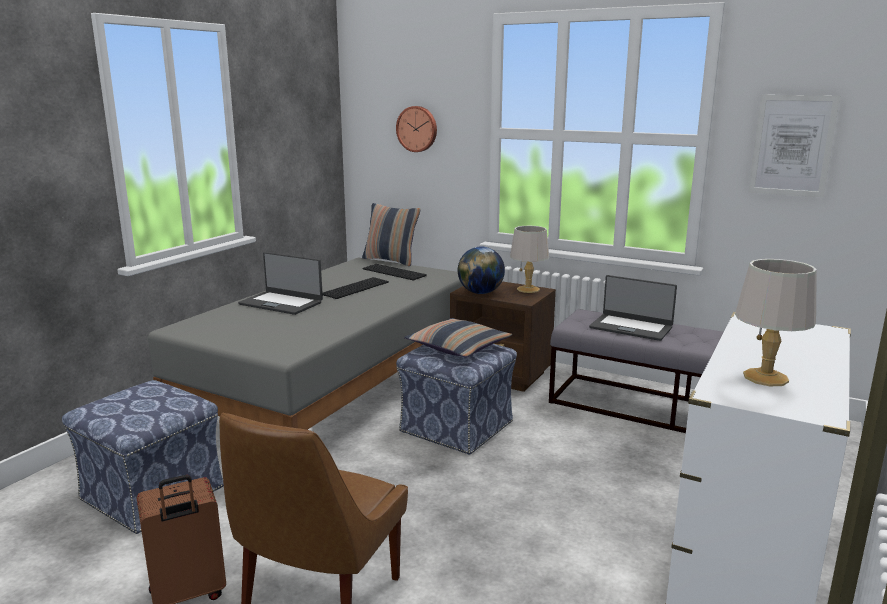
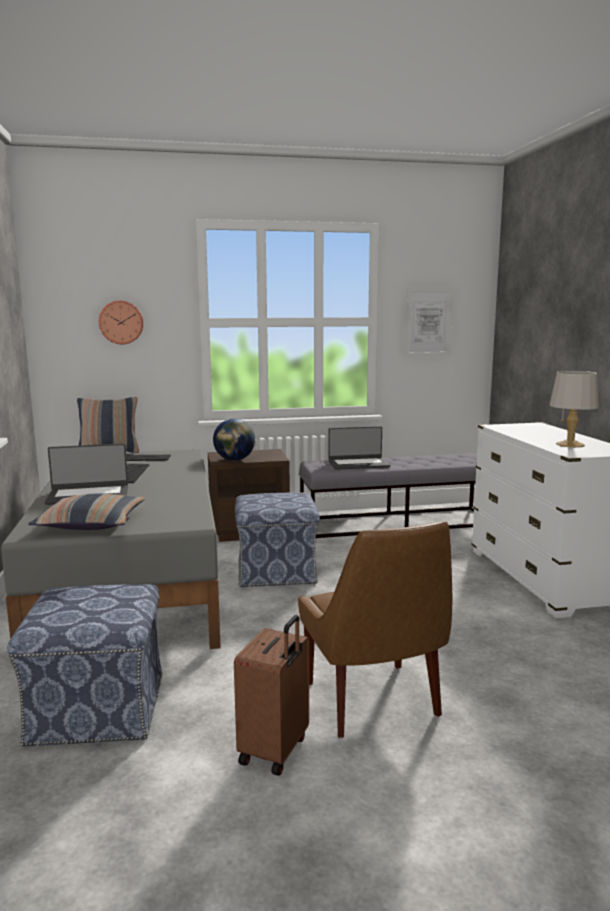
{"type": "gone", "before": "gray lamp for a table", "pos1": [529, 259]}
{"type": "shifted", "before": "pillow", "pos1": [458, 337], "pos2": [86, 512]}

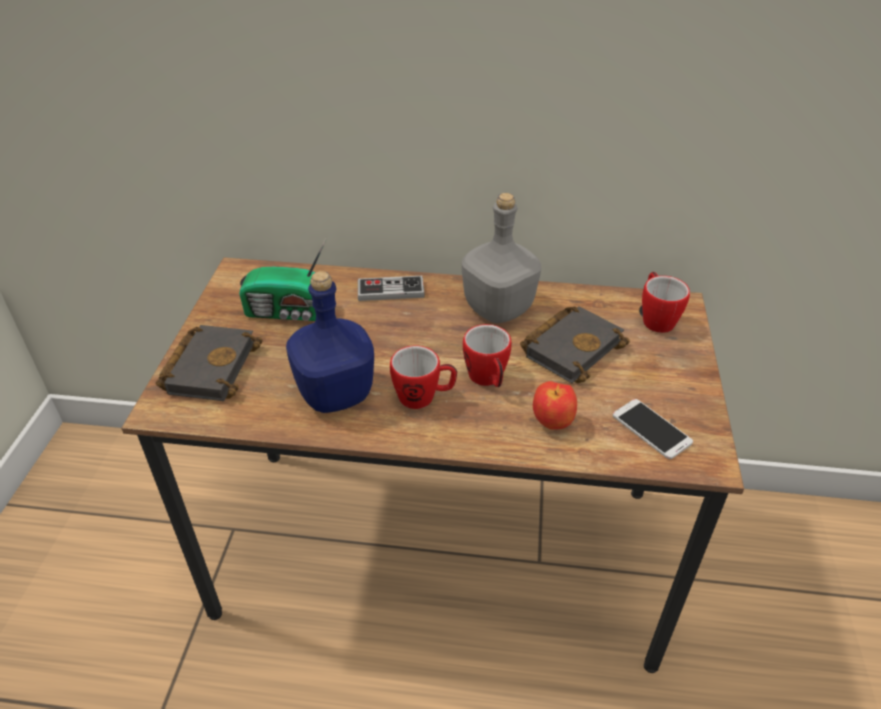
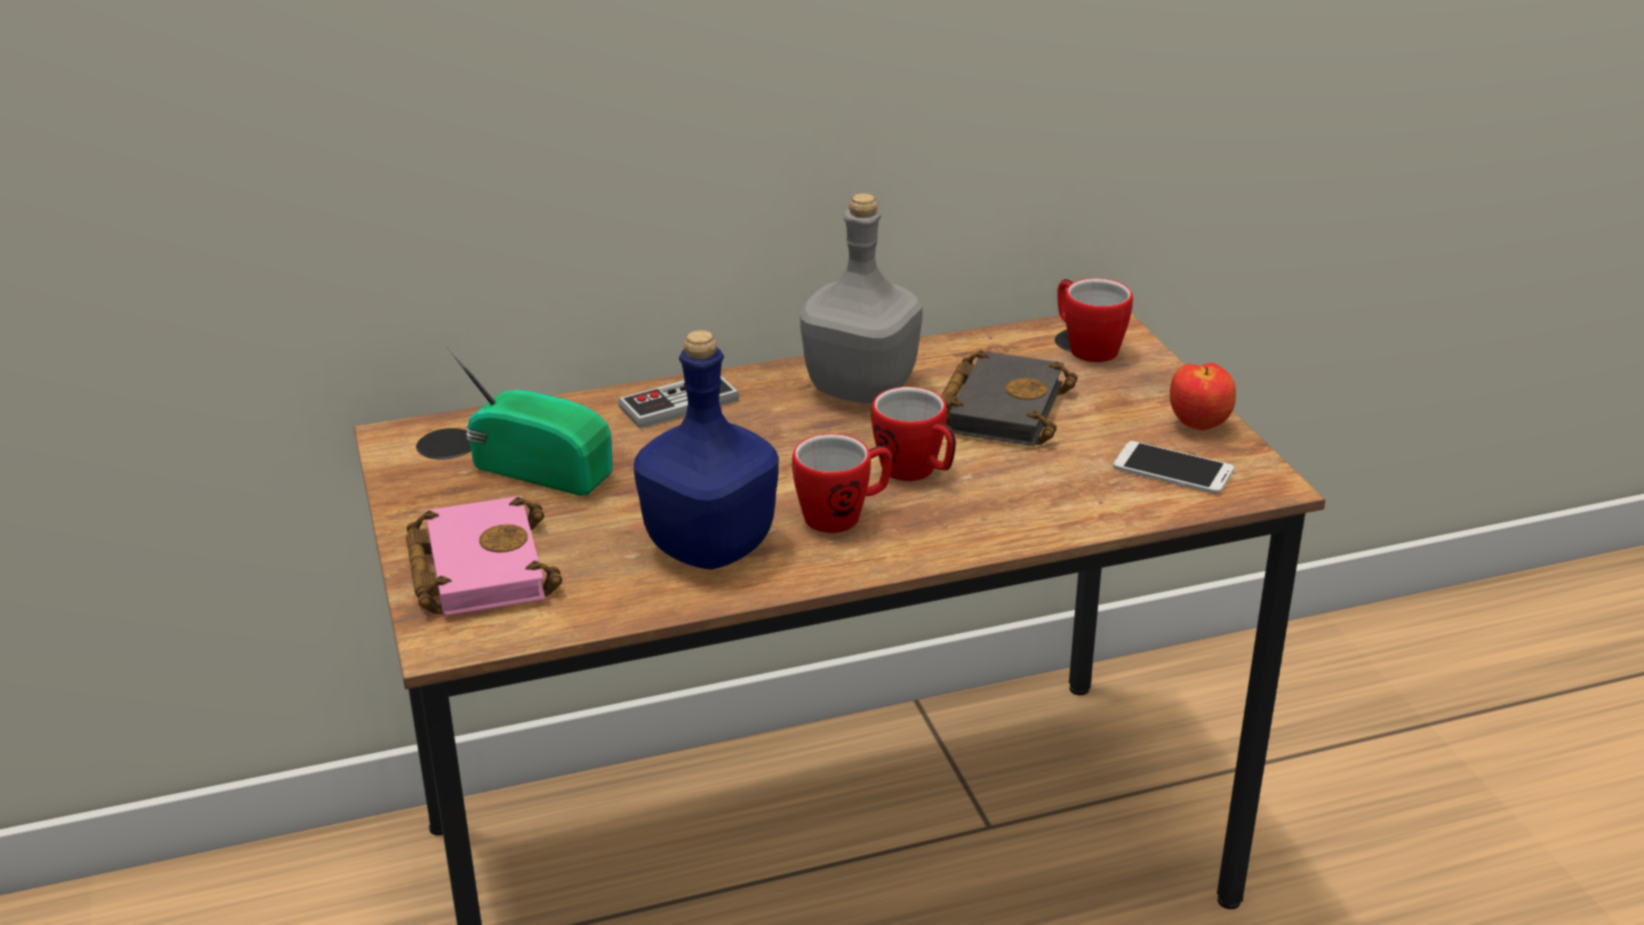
{"type": "rotated", "before": "radio", "pos1": [283, 279], "pos2": [530, 421], "turn": -135}
{"type": "repainted", "before": "black-coloured book", "after": "pink-coloured book", "pos1": [209, 363], "pos2": [484, 556]}
{"type": "shifted", "before": "whole apple", "pos1": [555, 405], "pos2": [1203, 396]}

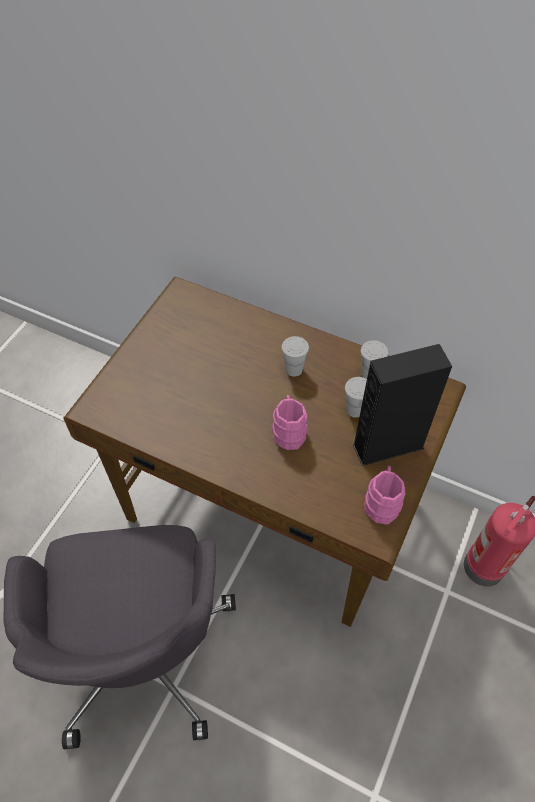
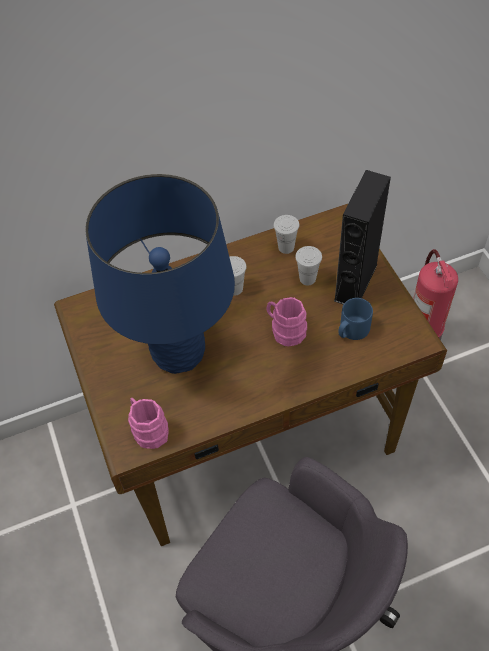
{"type": "shifted", "before": "pink-coloured mug", "pos1": [384, 495], "pos2": [148, 423]}
{"type": "new", "after": "bluish lamp for a table", "pos2": [160, 274]}
{"type": "new", "after": "bluish mug", "pos2": [355, 319]}

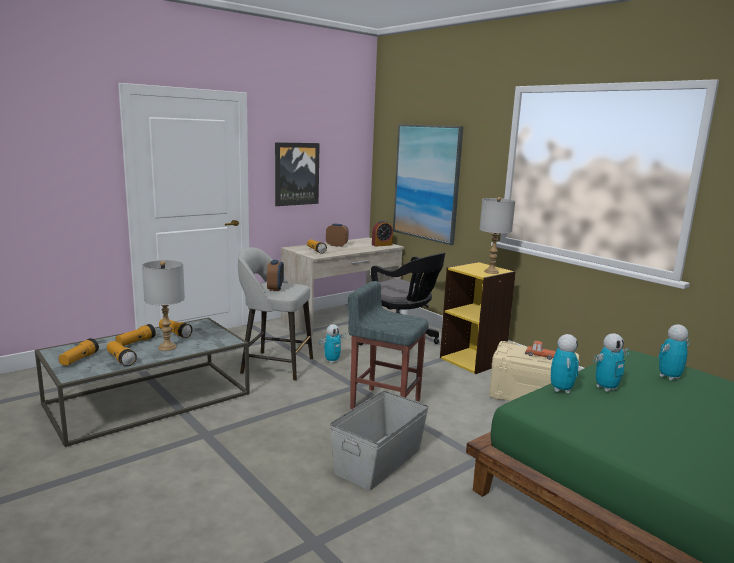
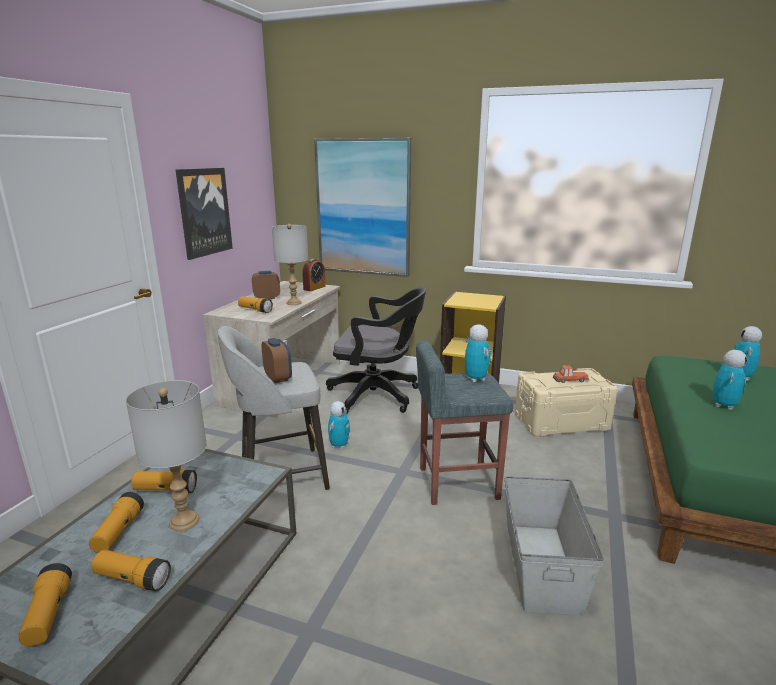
{"type": "shifted", "before": "gray lamp for a table", "pos1": [497, 235], "pos2": [290, 264]}
{"type": "shifted", "before": "model robot", "pos1": [565, 363], "pos2": [478, 353]}

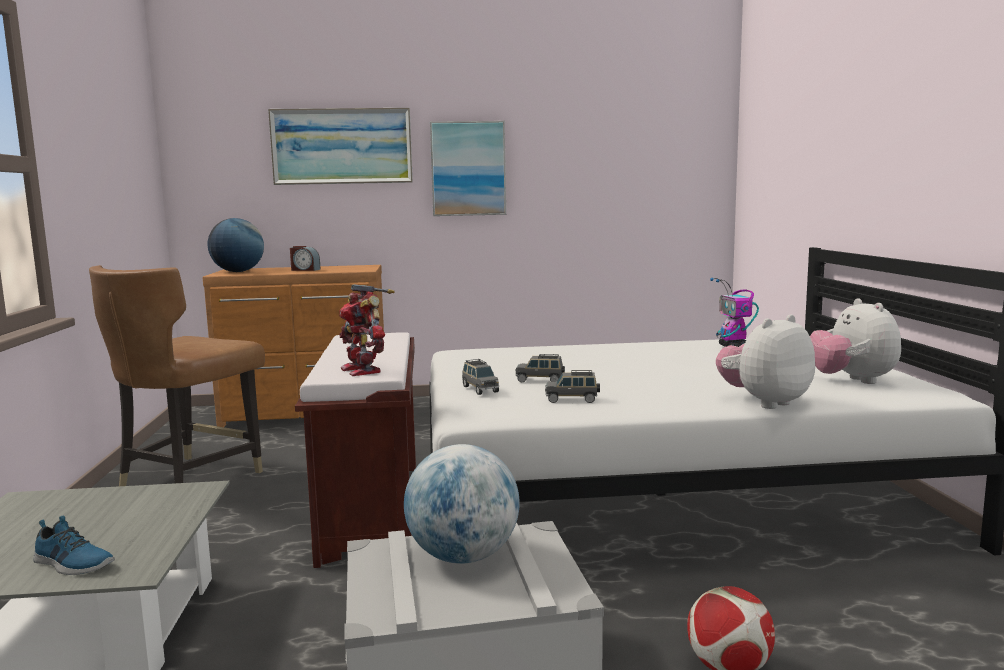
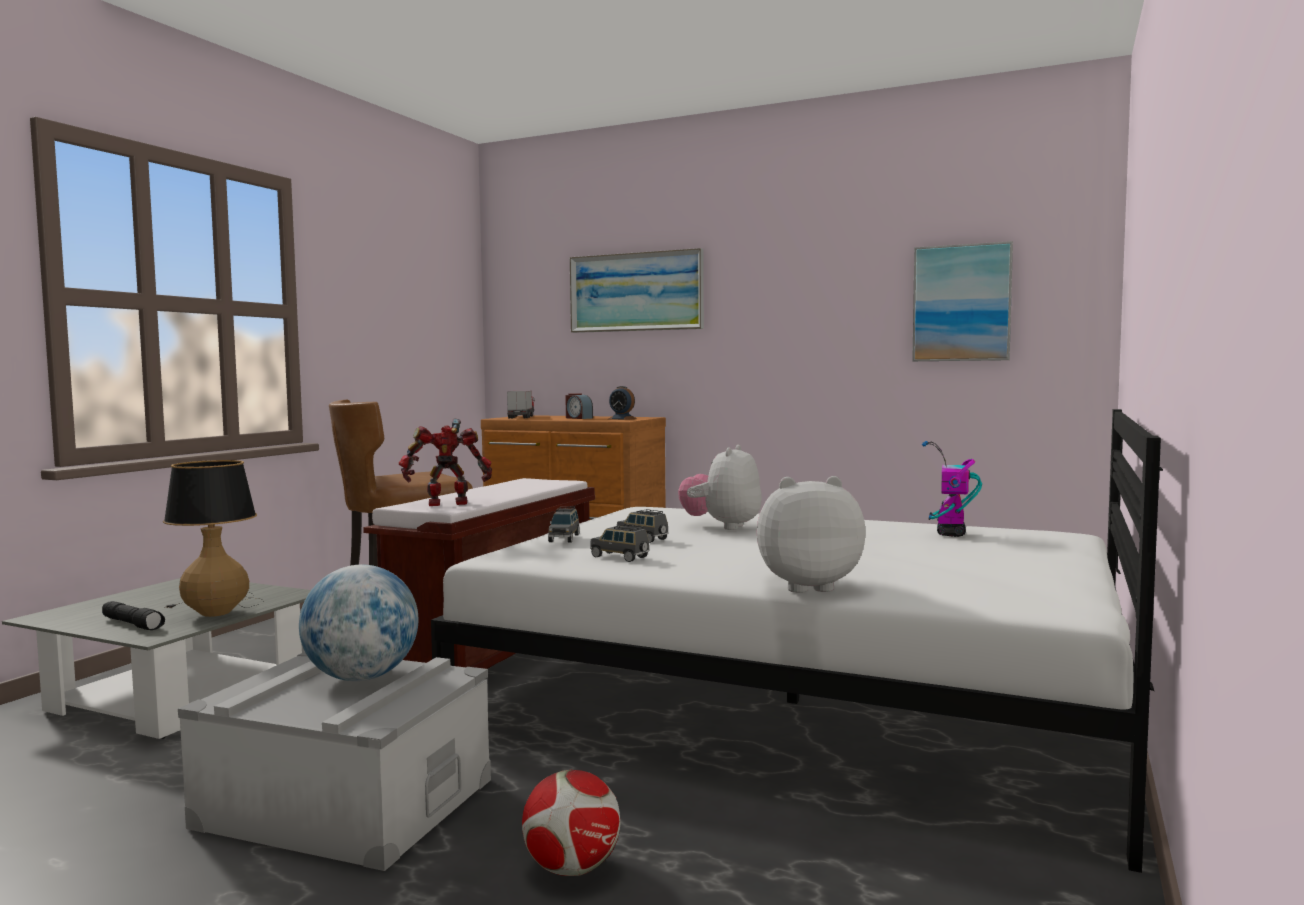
{"type": "shifted", "before": "wall art", "pos1": [468, 168], "pos2": [962, 301]}
{"type": "swapped", "before": "globe", "after": "model truck", "pos1": [236, 245], "pos2": [521, 404]}
{"type": "rotated", "before": "model robot", "pos1": [367, 330], "pos2": [445, 462], "turn": 75}
{"type": "shifted", "before": "cuddly toy", "pos1": [855, 341], "pos2": [720, 487]}
{"type": "swapped", "before": "low shoe", "after": "black-coloured flashlight", "pos1": [74, 545], "pos2": [133, 615]}
{"type": "new", "after": "alarm clock", "pos2": [623, 403]}
{"type": "new", "after": "lamp for a table", "pos2": [213, 538]}

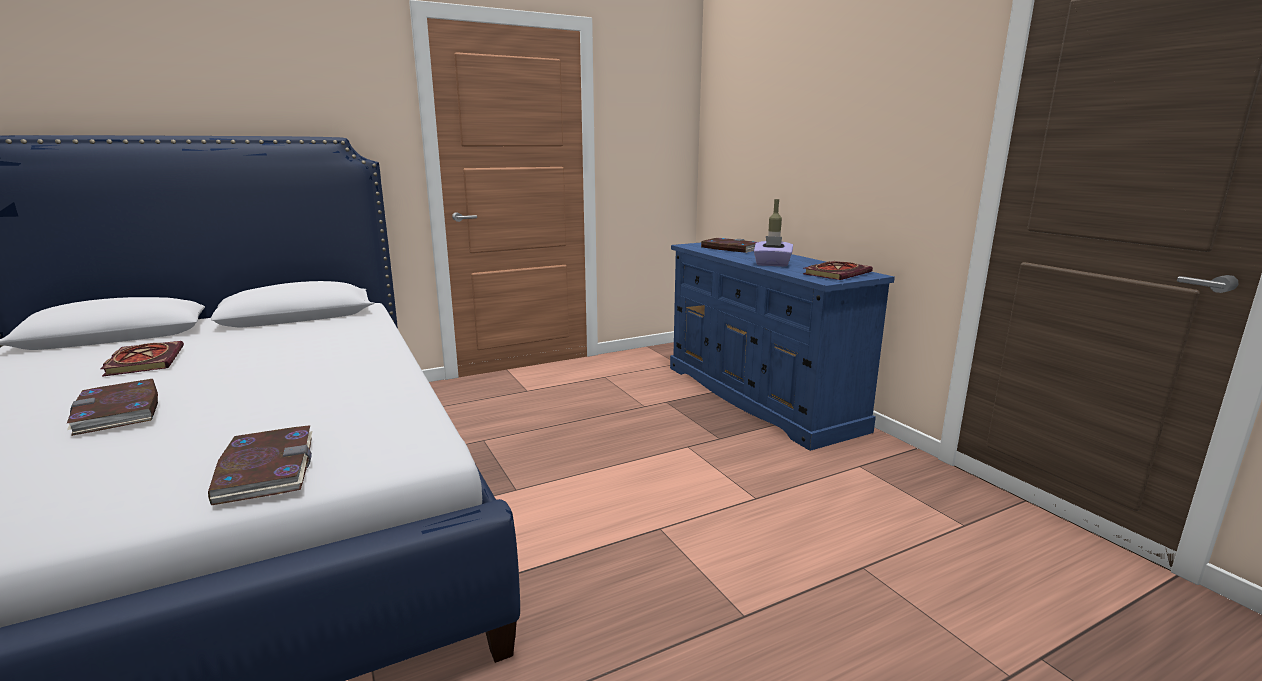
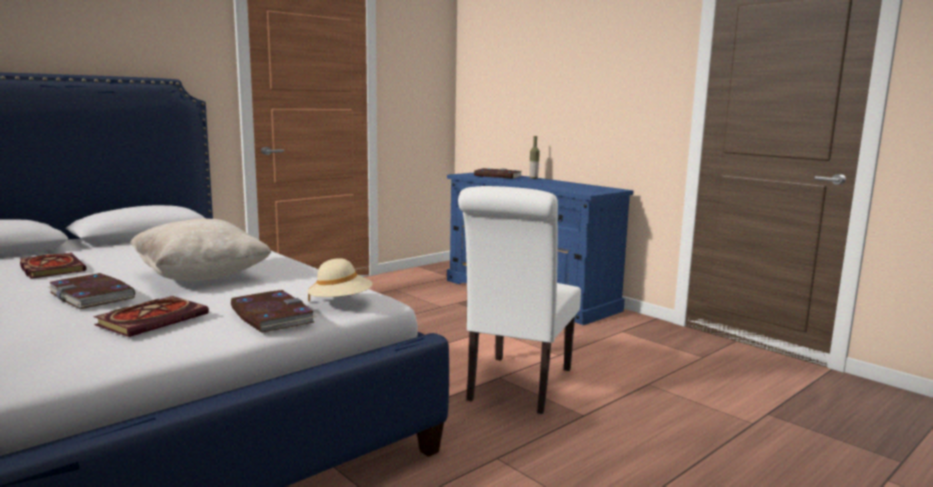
{"type": "gone", "before": "purple tissue box", "pos1": [773, 251]}
{"type": "shifted", "before": "book", "pos1": [838, 270], "pos2": [151, 316]}
{"type": "new", "after": "whitish plain chair", "pos2": [519, 300]}
{"type": "new", "after": "beige-coloured pillow", "pos2": [200, 250]}
{"type": "new", "after": "beige-coloured wearable hat", "pos2": [340, 279]}

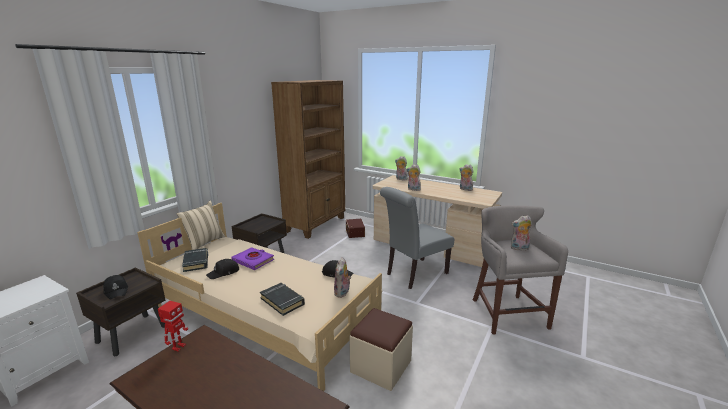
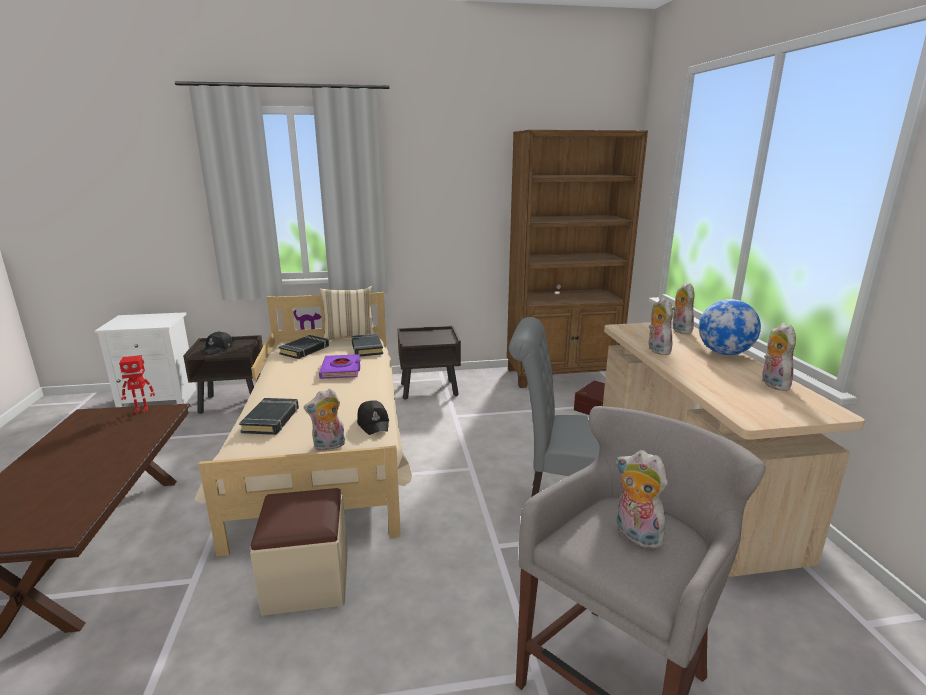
{"type": "gone", "before": "black-coloured peaked cap", "pos1": [222, 269]}
{"type": "new", "after": "globe", "pos2": [730, 327]}
{"type": "new", "after": "black-coloured book", "pos2": [367, 345]}

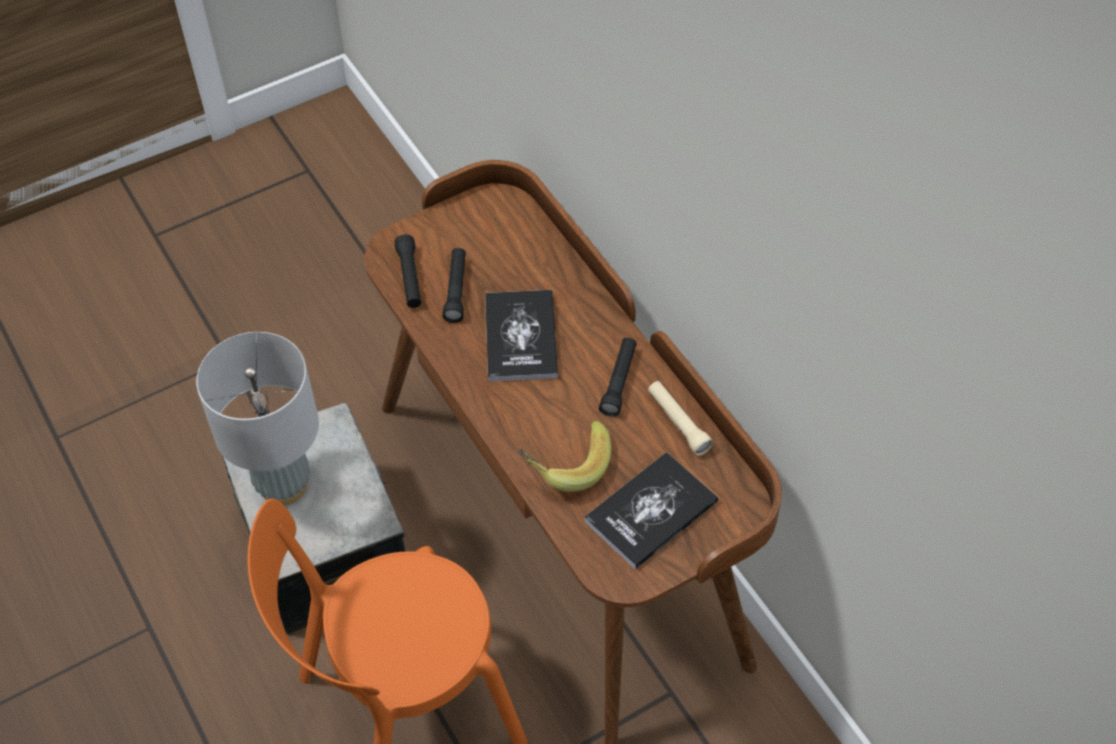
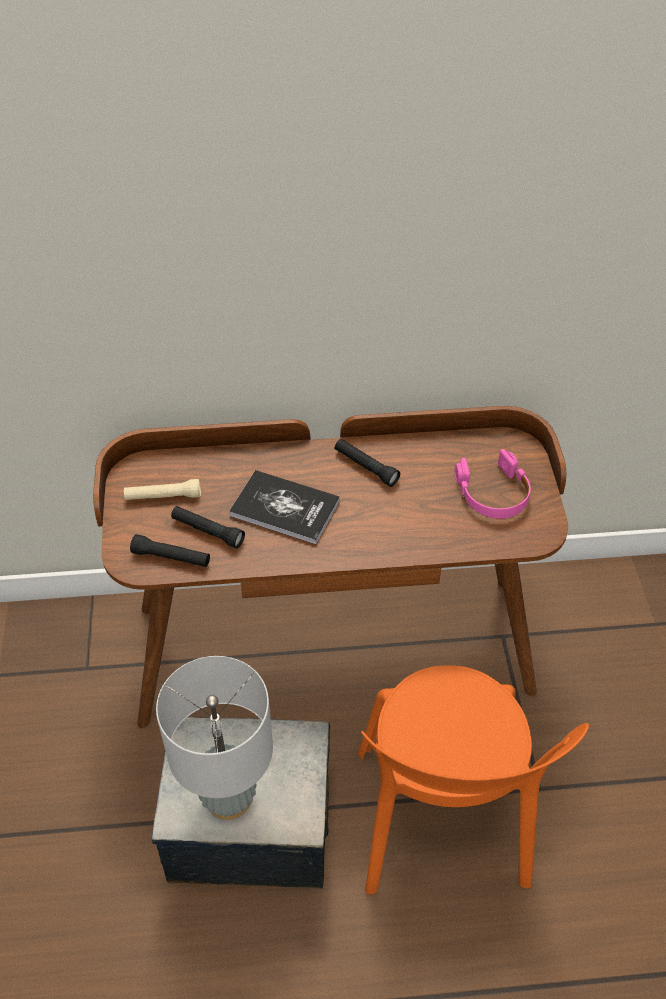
{"type": "shifted", "before": "beige-coloured flashlight", "pos1": [681, 418], "pos2": [162, 489]}
{"type": "gone", "before": "banana", "pos1": [564, 456]}
{"type": "swapped", "before": "book", "after": "pink-coloured pair of headphones", "pos1": [651, 510], "pos2": [493, 484]}

